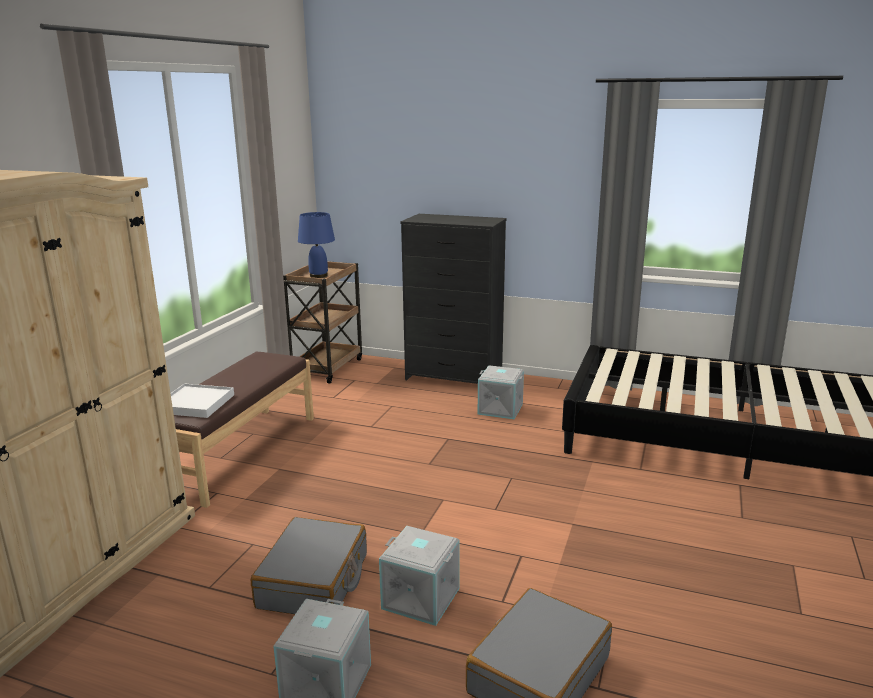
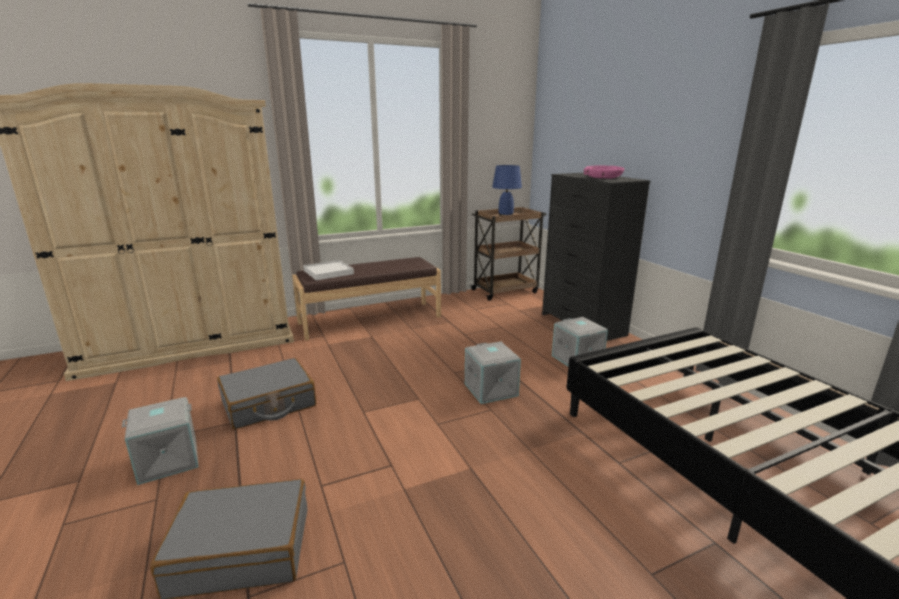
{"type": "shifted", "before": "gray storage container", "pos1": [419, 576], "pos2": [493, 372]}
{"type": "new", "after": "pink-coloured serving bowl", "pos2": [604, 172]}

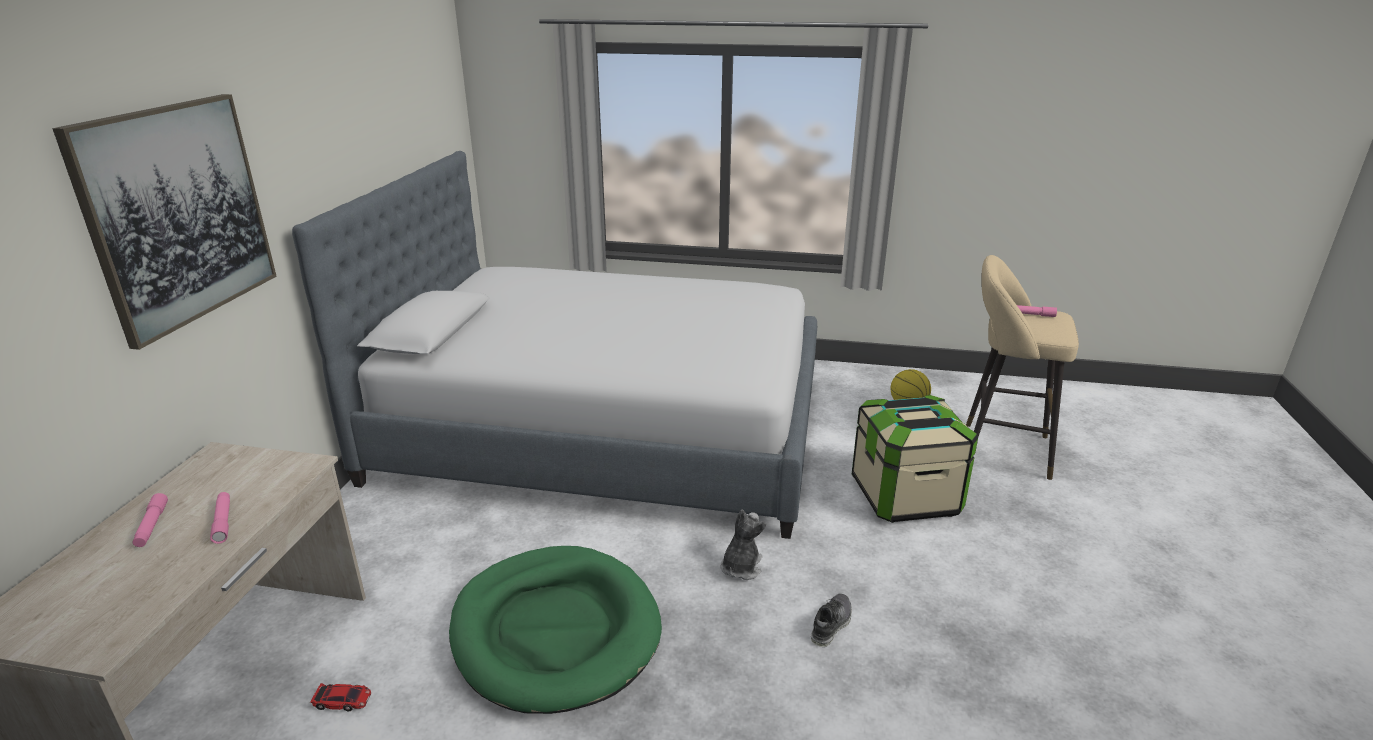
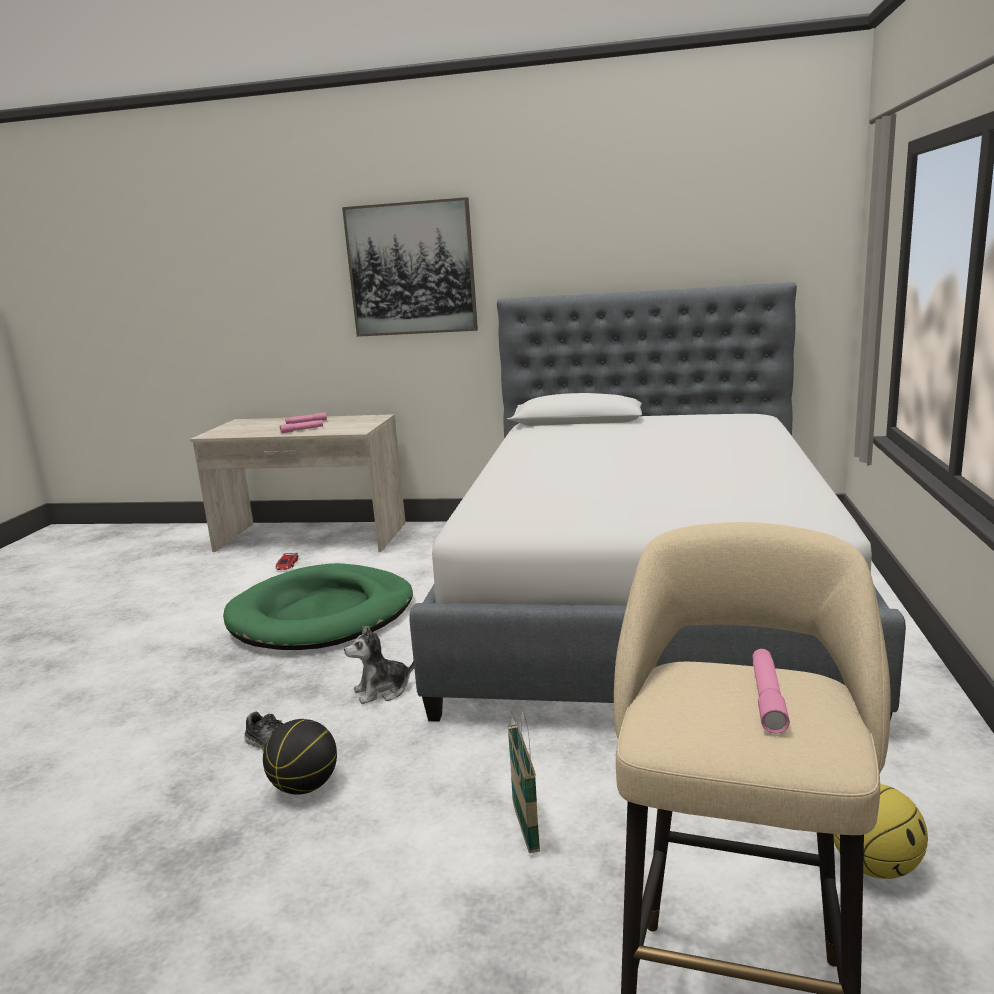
{"type": "swapped", "before": "storage container", "after": "household basket", "pos1": [915, 459], "pos2": [524, 781]}
{"type": "rotated", "before": "cuddly toy", "pos1": [743, 544], "pos2": [379, 665], "turn": 135}
{"type": "new", "after": "basketball ball", "pos2": [300, 757]}

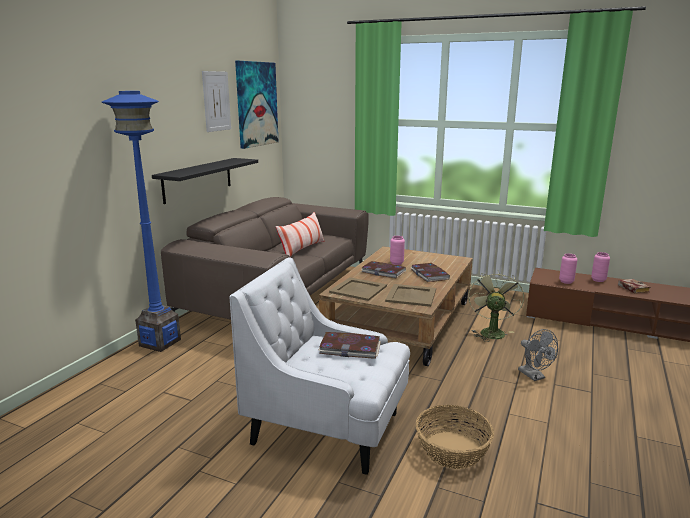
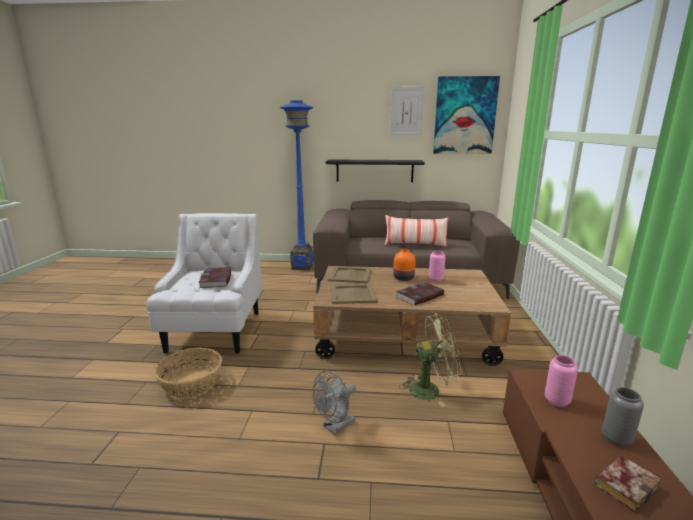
{"type": "repainted", "before": "pink-coloured decorative vase", "after": "gray decorative vase", "pos1": [600, 267], "pos2": [623, 417]}
{"type": "swapped", "before": "book", "after": "orange-coloured decorative vase", "pos1": [383, 269], "pos2": [404, 265]}

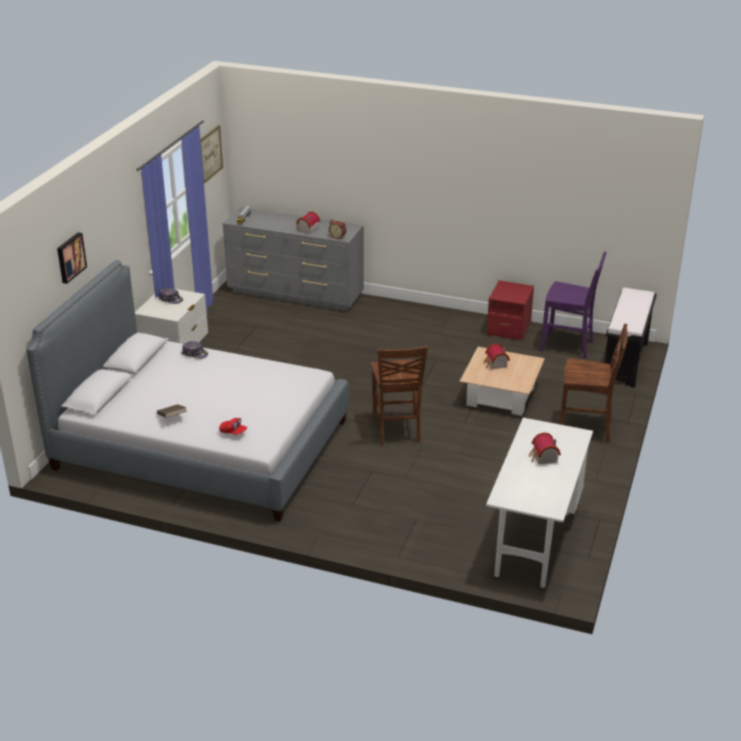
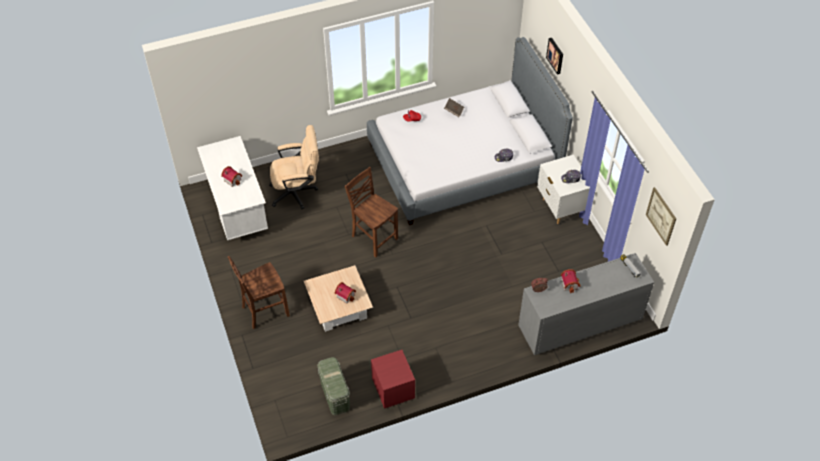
{"type": "swapped", "before": "purple plain chair", "after": "green-coloured storage container", "pos1": [573, 305], "pos2": [333, 386]}
{"type": "gone", "before": "black-coloured long seat", "pos1": [630, 338]}
{"type": "new", "after": "beige-coloured computer chair", "pos2": [294, 167]}

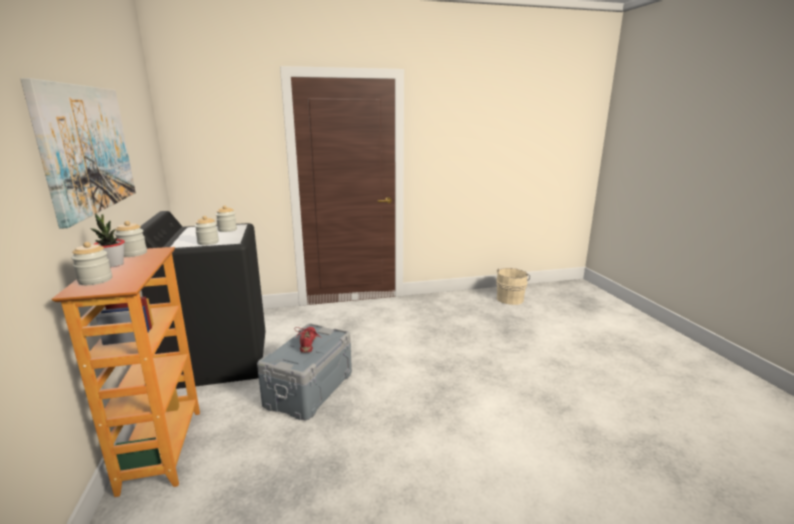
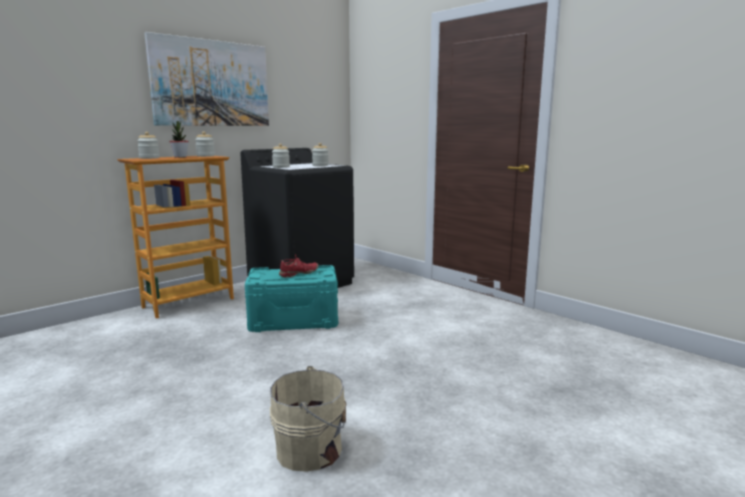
{"type": "shifted", "before": "beige-coloured water bucket", "pos1": [513, 286], "pos2": [308, 419]}
{"type": "repainted", "before": "gray storage container", "after": "blue-green storage container", "pos1": [304, 372], "pos2": [291, 298]}

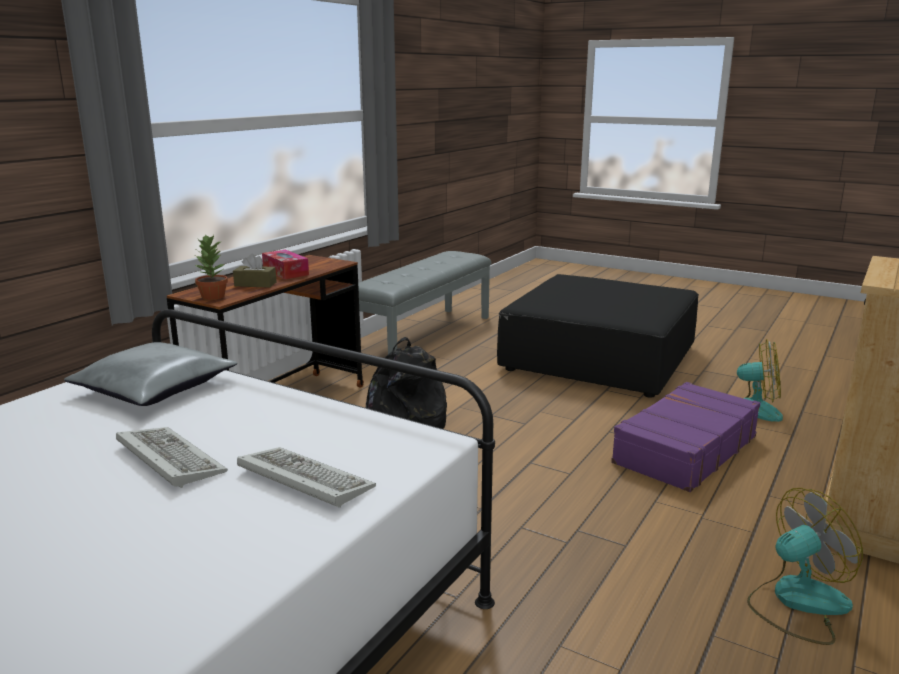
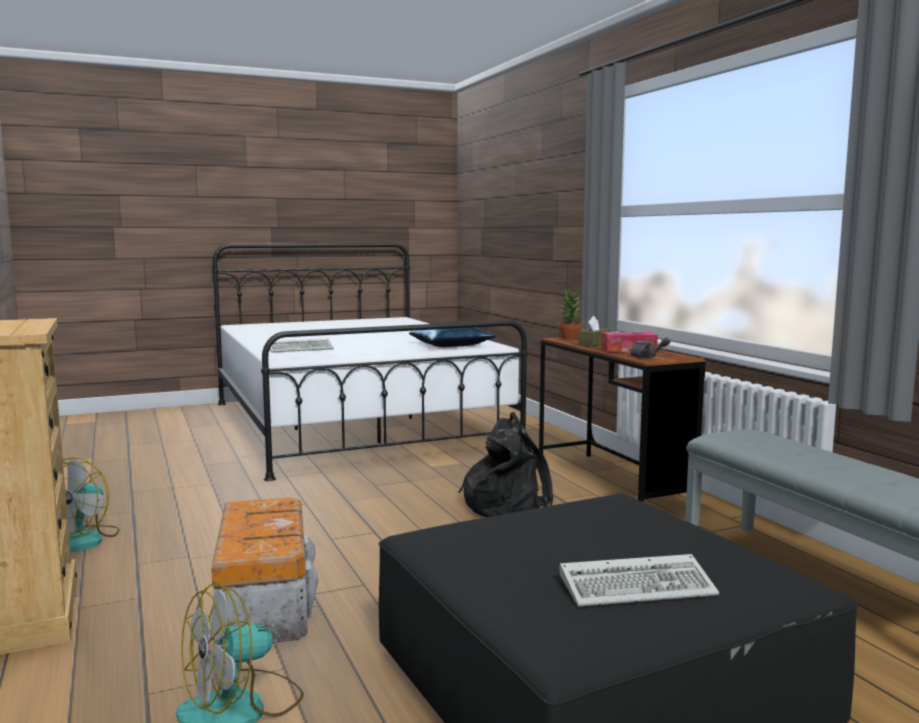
{"type": "repainted", "before": "gray pillow", "after": "bluish pillow", "pos1": [151, 374], "pos2": [452, 337]}
{"type": "swapped", "before": "purple travel case", "after": "storage container", "pos1": [686, 437], "pos2": [264, 571]}
{"type": "shifted", "before": "keyboard", "pos1": [172, 457], "pos2": [639, 580]}
{"type": "new", "after": "gray tea pot", "pos2": [650, 347]}

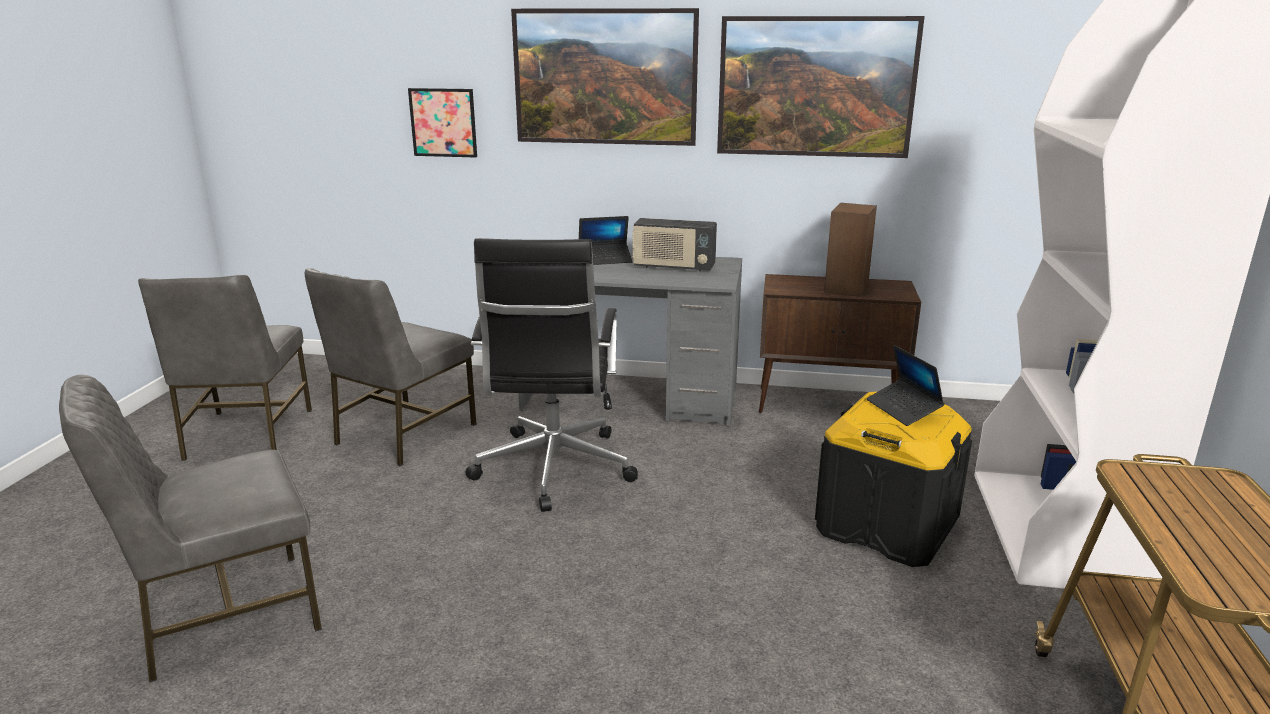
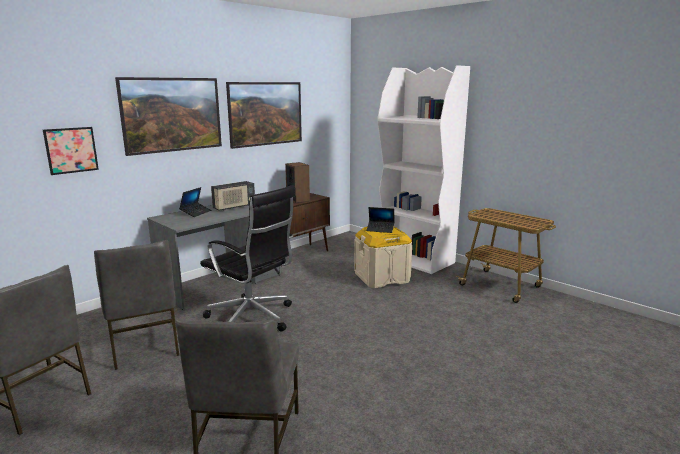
{"type": "repainted", "before": "black-coloured storage container", "after": "beige-coloured storage container", "pos1": [893, 479], "pos2": [383, 257]}

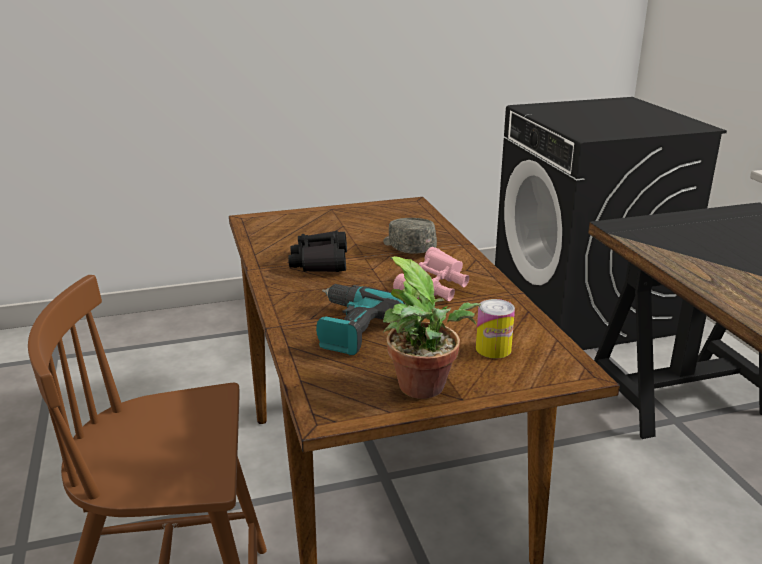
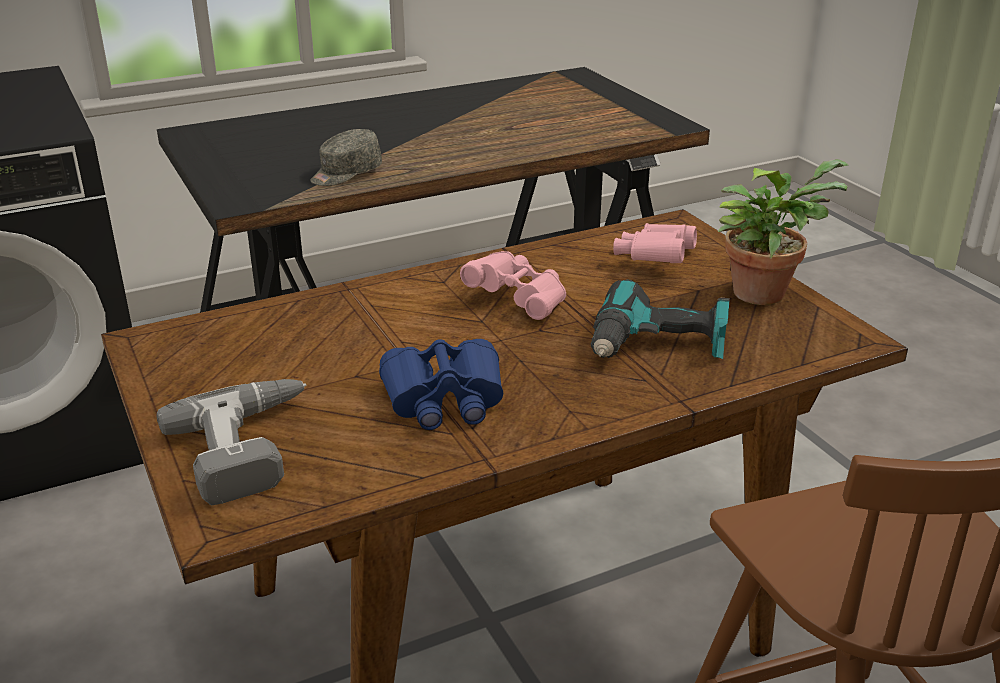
{"type": "shifted", "before": "gray peaked cap", "pos1": [410, 236], "pos2": [346, 157]}
{"type": "repainted", "before": "black-coloured pair of binoculars", "after": "bluish pair of binoculars", "pos1": [317, 251], "pos2": [441, 384]}
{"type": "swapped", "before": "sealed can", "after": "pink-coloured pair of binoculars", "pos1": [495, 328], "pos2": [655, 243]}
{"type": "new", "after": "drill", "pos2": [231, 442]}

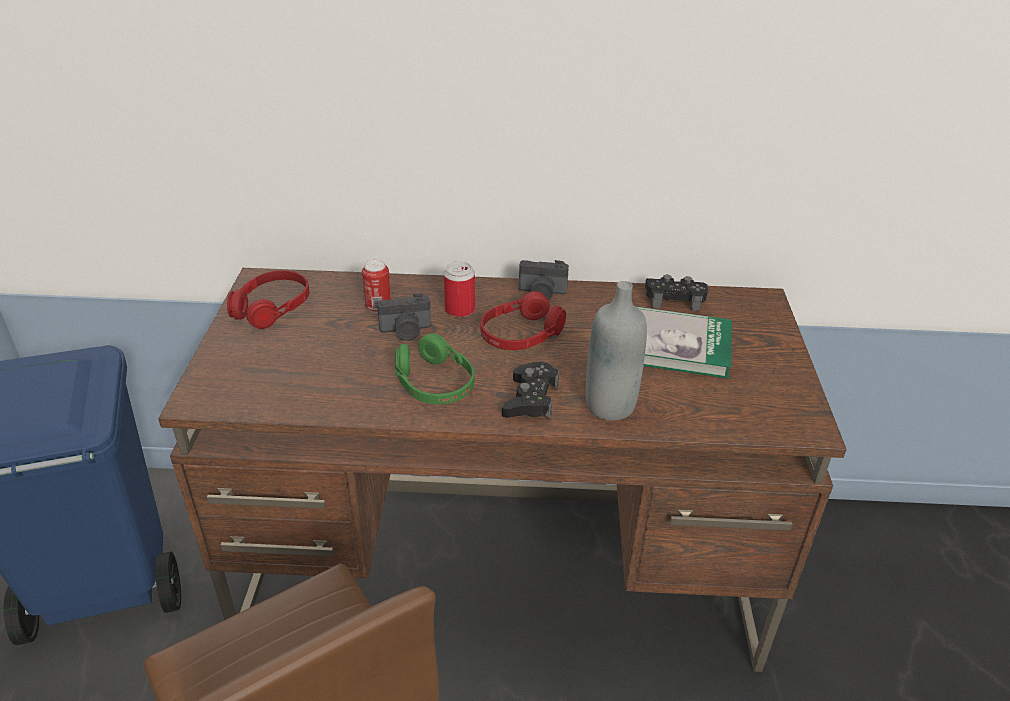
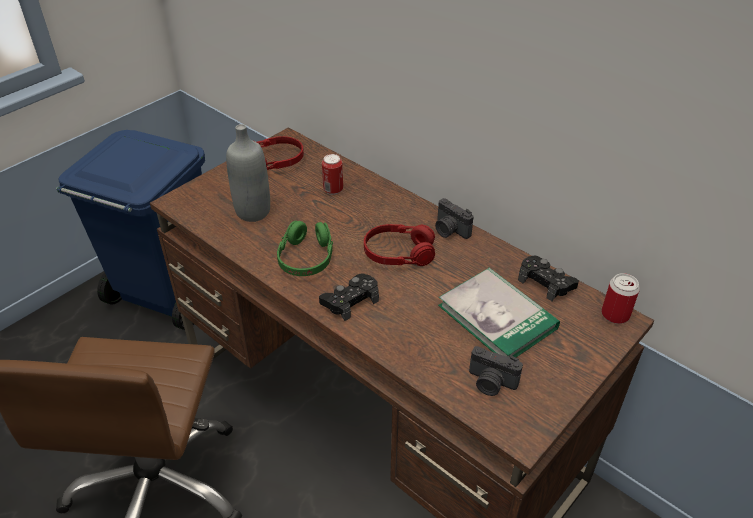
{"type": "shifted", "before": "sealed can", "pos1": [459, 289], "pos2": [620, 298]}
{"type": "shifted", "before": "gray beverage bottle", "pos1": [616, 351], "pos2": [248, 173]}
{"type": "shifted", "before": "photo camera", "pos1": [404, 317], "pos2": [496, 371]}

